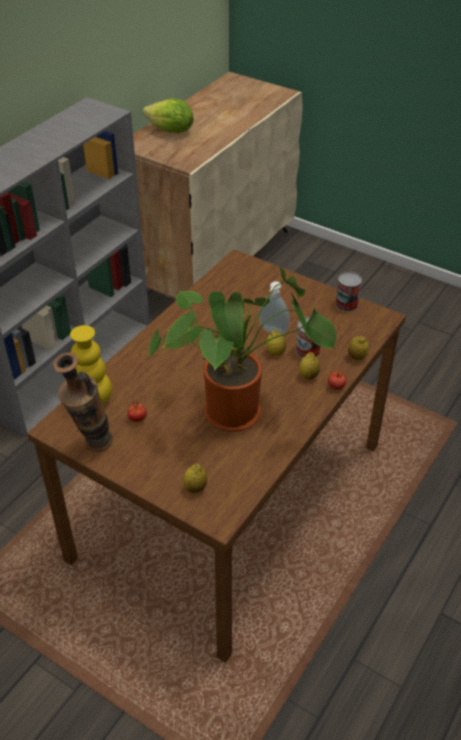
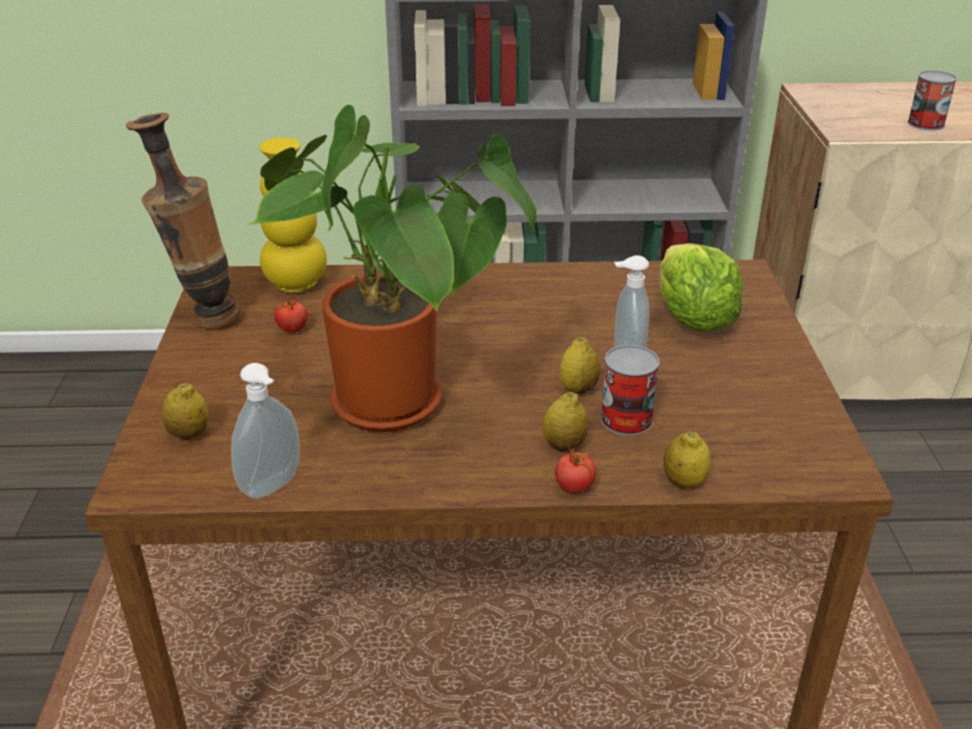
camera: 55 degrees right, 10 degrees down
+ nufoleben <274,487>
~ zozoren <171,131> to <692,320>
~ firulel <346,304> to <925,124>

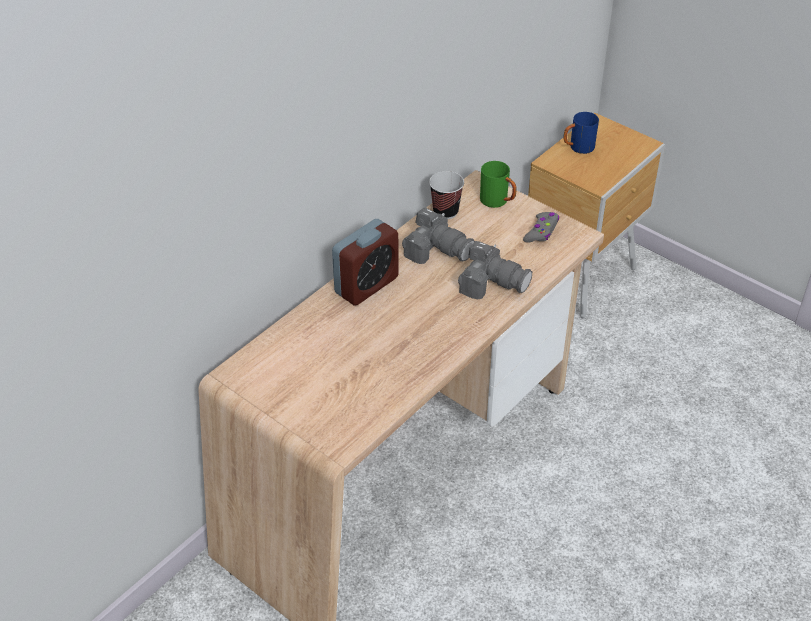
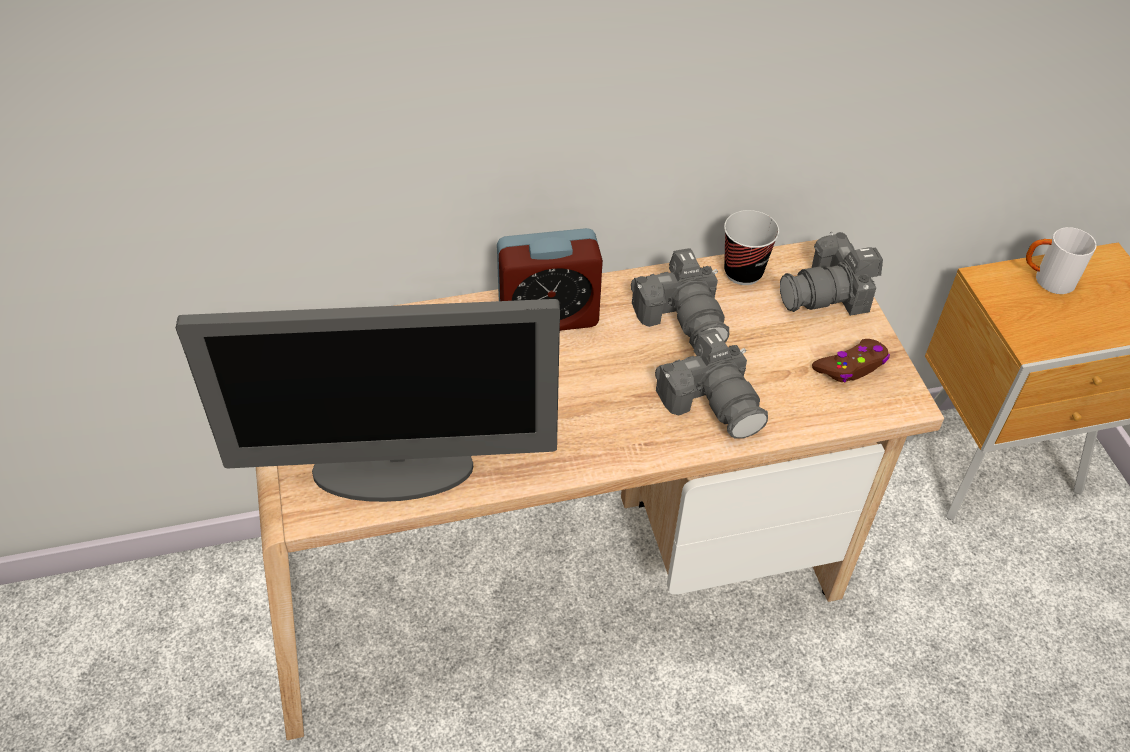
camera: 35 degrees right, 5 degrees up
+ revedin <395,470>
~ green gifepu <498,202> to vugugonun <828,294>
~ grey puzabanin <541,232> to brown puzabanin <851,367>
~ blue gifepu <577,148> to white gifepu <1046,280>

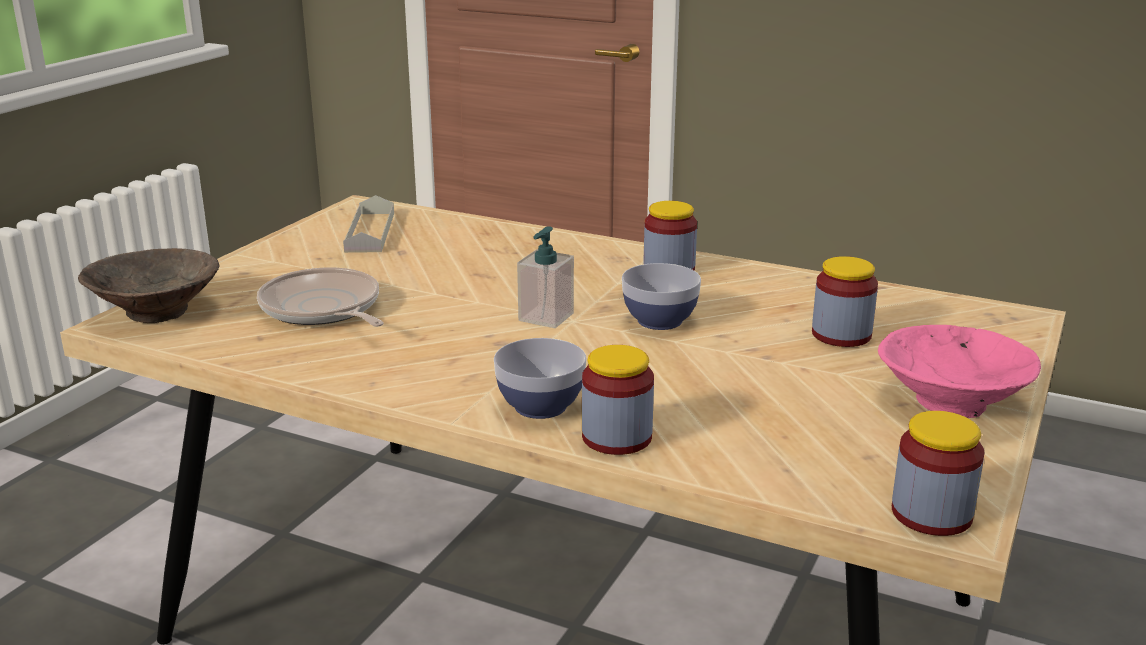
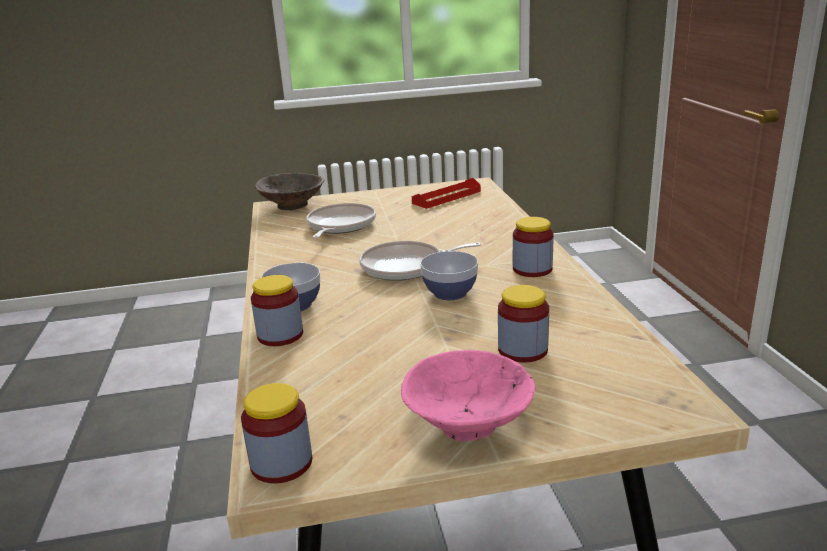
camera: 55 degrees right, 0 degrees up
~ nufoleben <546,317> to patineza <406,267>
~ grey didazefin <370,232> to red didazefin <446,197>

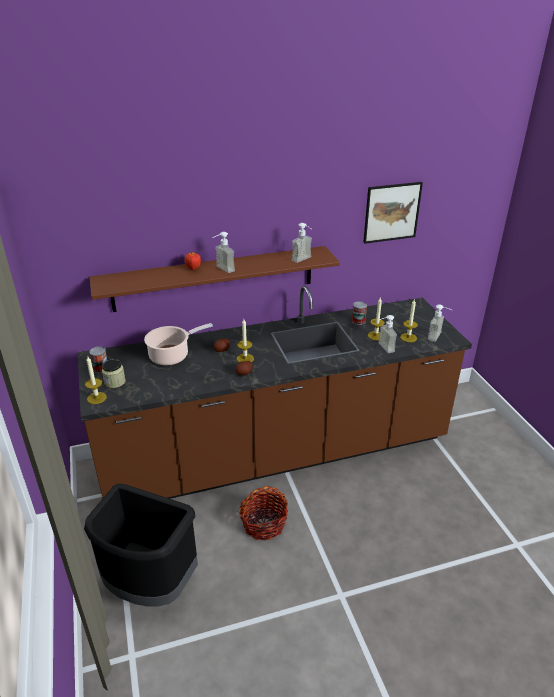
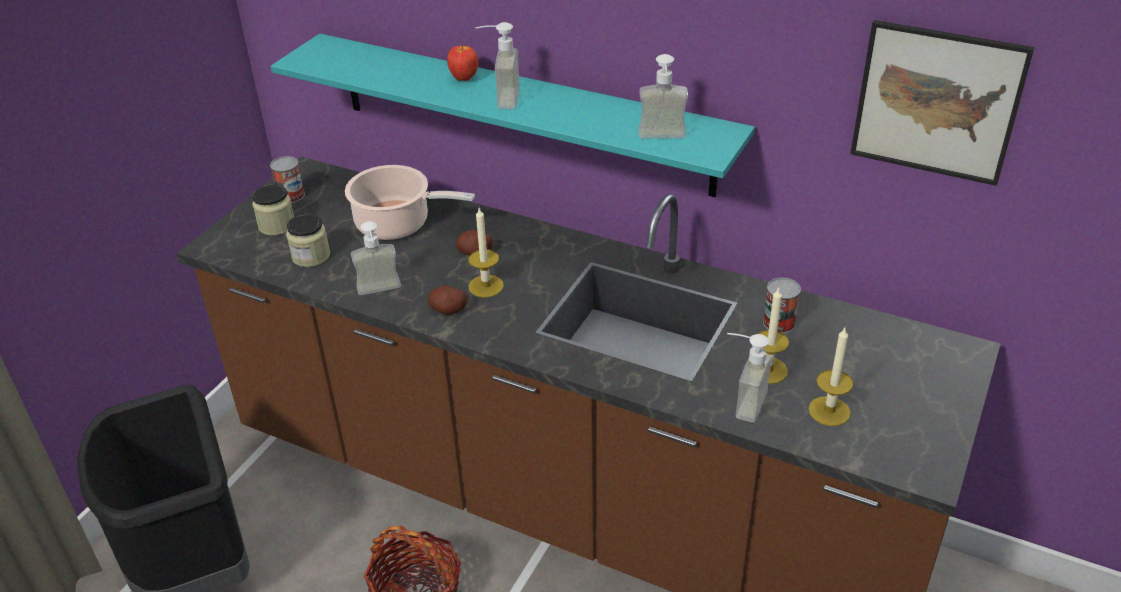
camera: 45 degrees right, 5 degrees up
- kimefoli <96,398>
+ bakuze <311,256>
~ nufoleben <438,337> to <380,292>
~ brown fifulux <214,278> to turquoise fifulux <521,113>

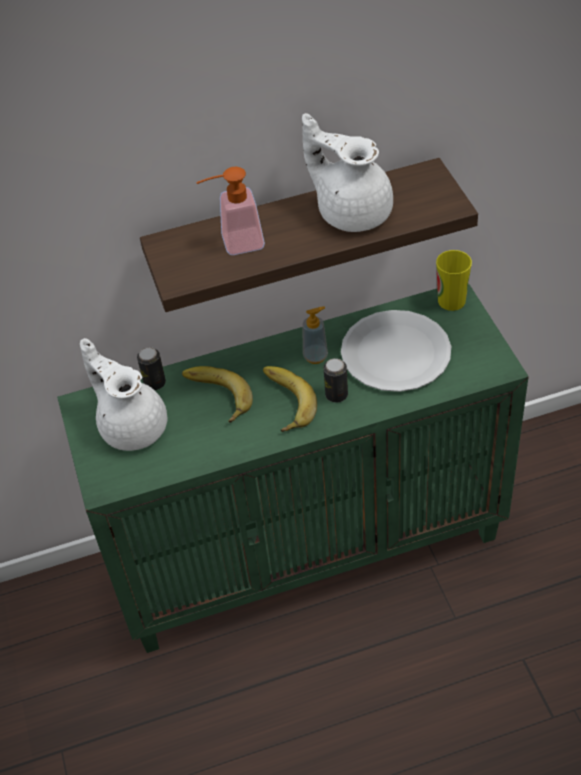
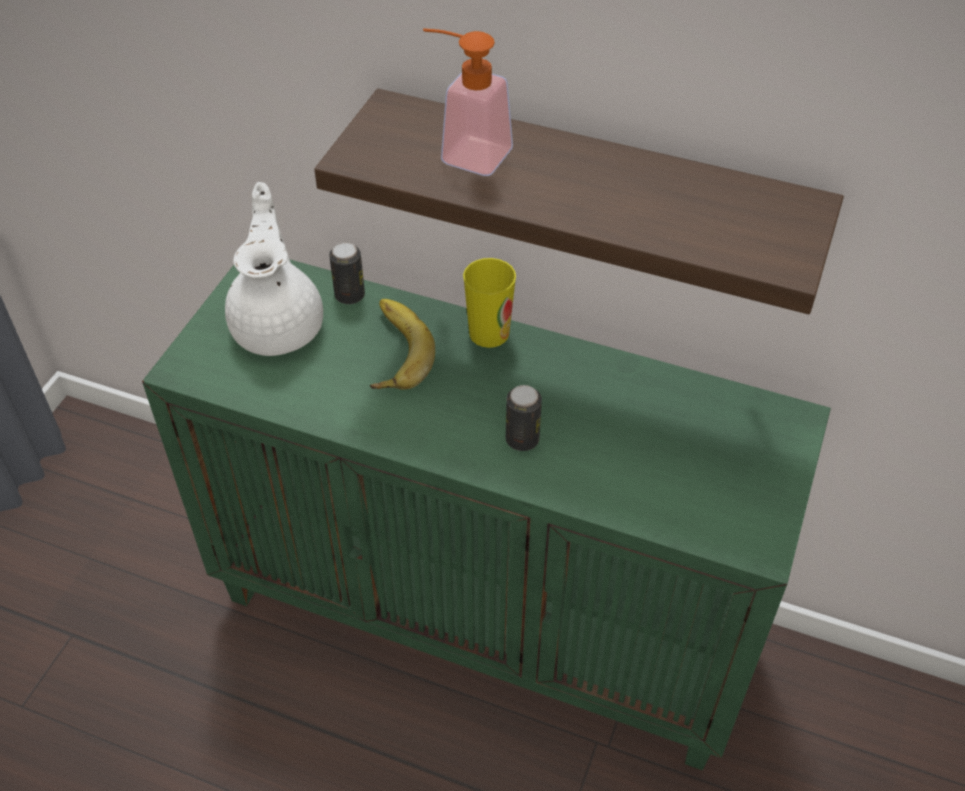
camera: 35 degrees right, 0 degrees up
- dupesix <283,402>
- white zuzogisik <352,211>
- nufoleben <315,356>
- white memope <396,353>
~ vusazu <451,301> to <489,333>

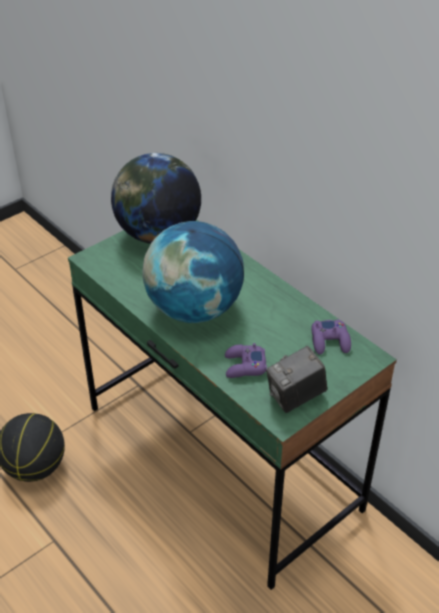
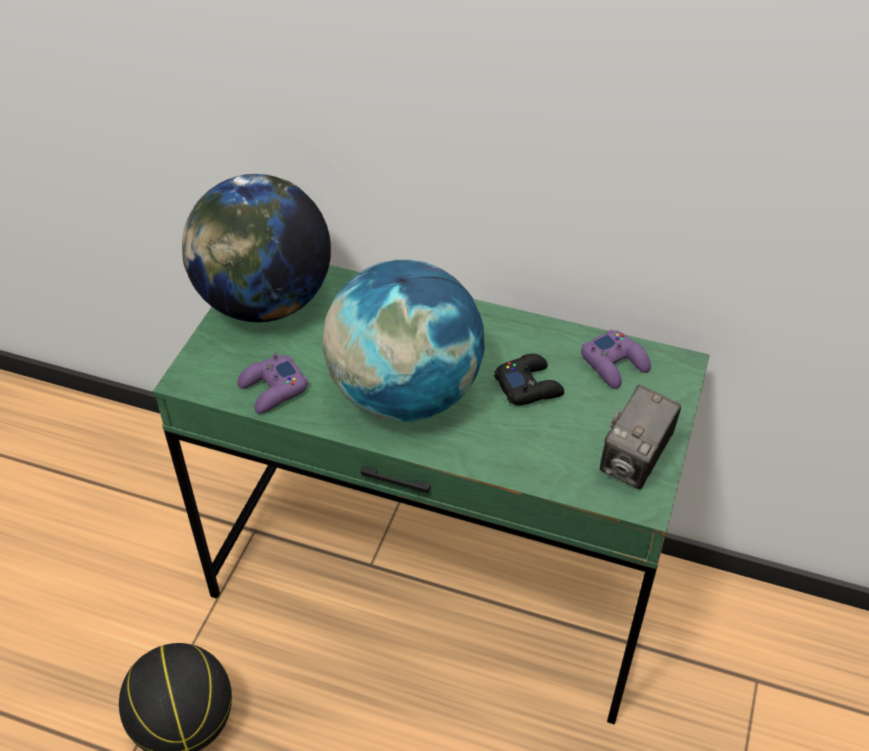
camera: 30 degrees left, 5 degrees up
+ black puzabanin <529,386>
~ purple puzabanin <244,366> to <273,389>

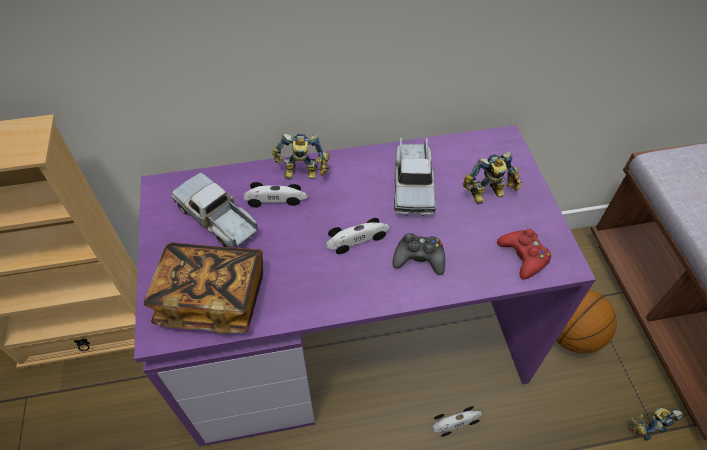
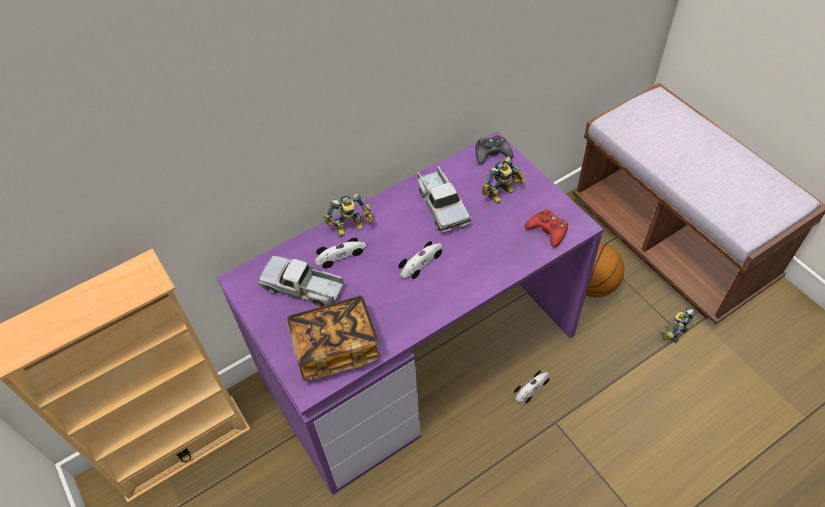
camera: 20 degrees left, 0 degrees up
~ black puzabanin <419,258> to <492,154>

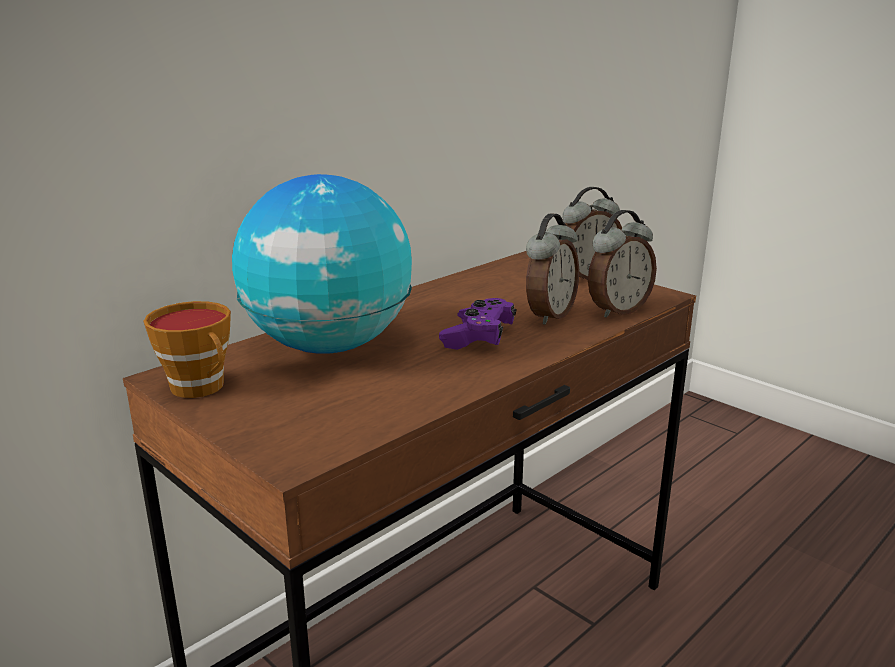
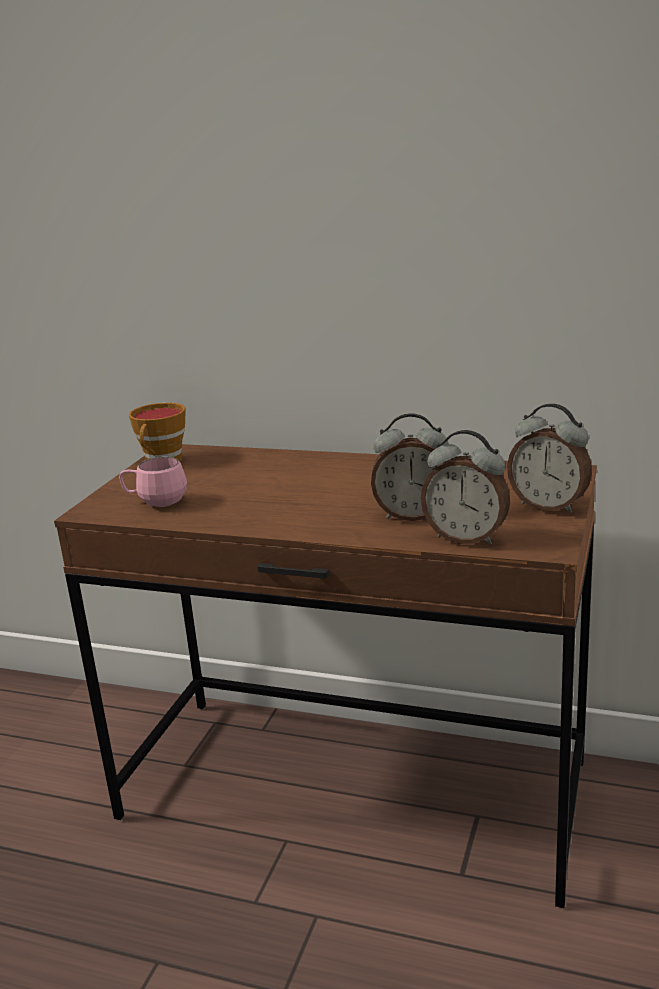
camera: 65 degrees right, 0 degrees up
- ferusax <329,346>
- purple puzabanin <478,338>
+ pink gifepu <155,502>

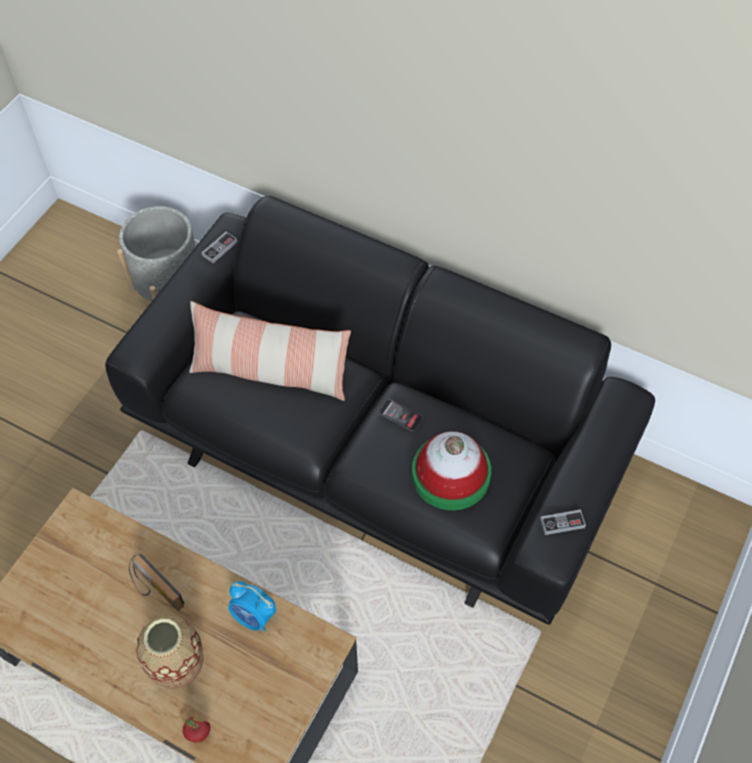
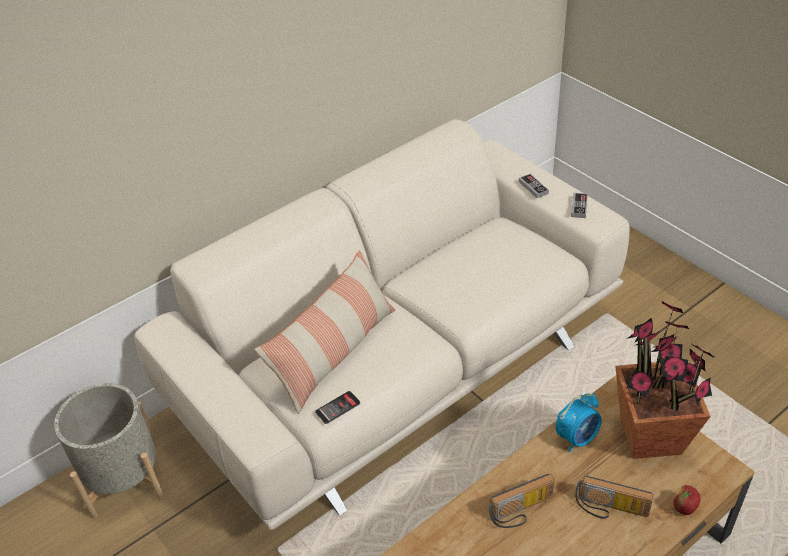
camera: 65 degrees left, 15 degrees down
- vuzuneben <450,474>
+ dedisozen <651,437>
~ puzabanin <219,248> to <533,187>
~ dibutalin <400,415> to <338,408>
~ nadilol <178,665> to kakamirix <610,509>
~ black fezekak <378,449> to beige fezekak <400,364>

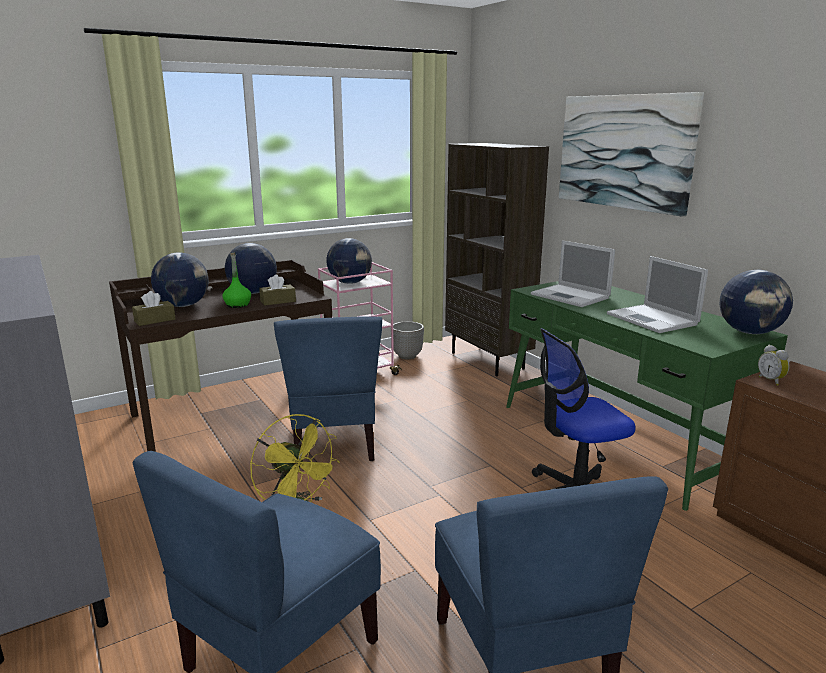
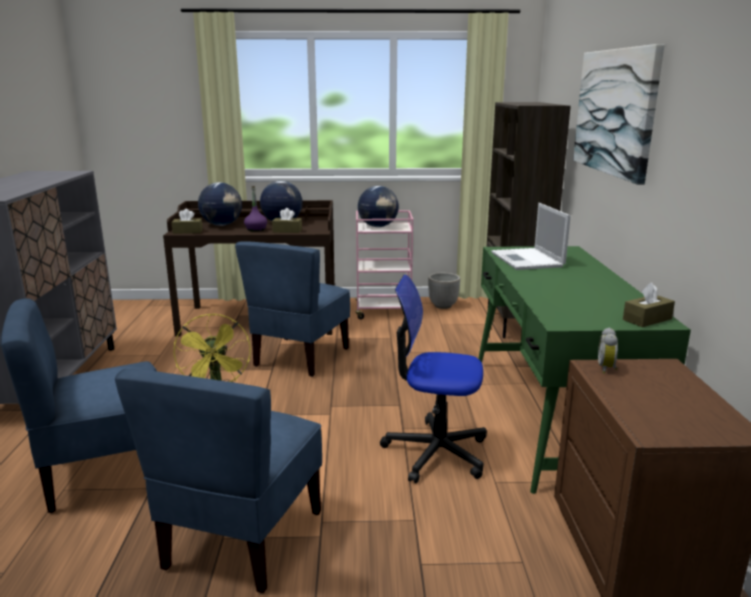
camera: 30 degrees right, 0 degrees up
- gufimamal <653,319>
~ ferusax <749,332> to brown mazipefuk <647,319>
~ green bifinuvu <237,305> to purple bifinuvu <256,229>

